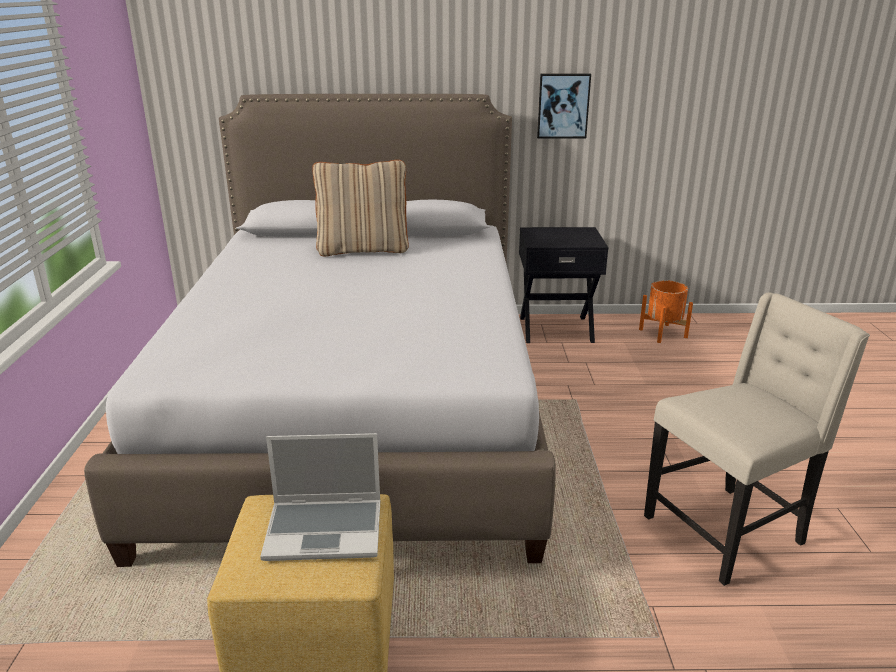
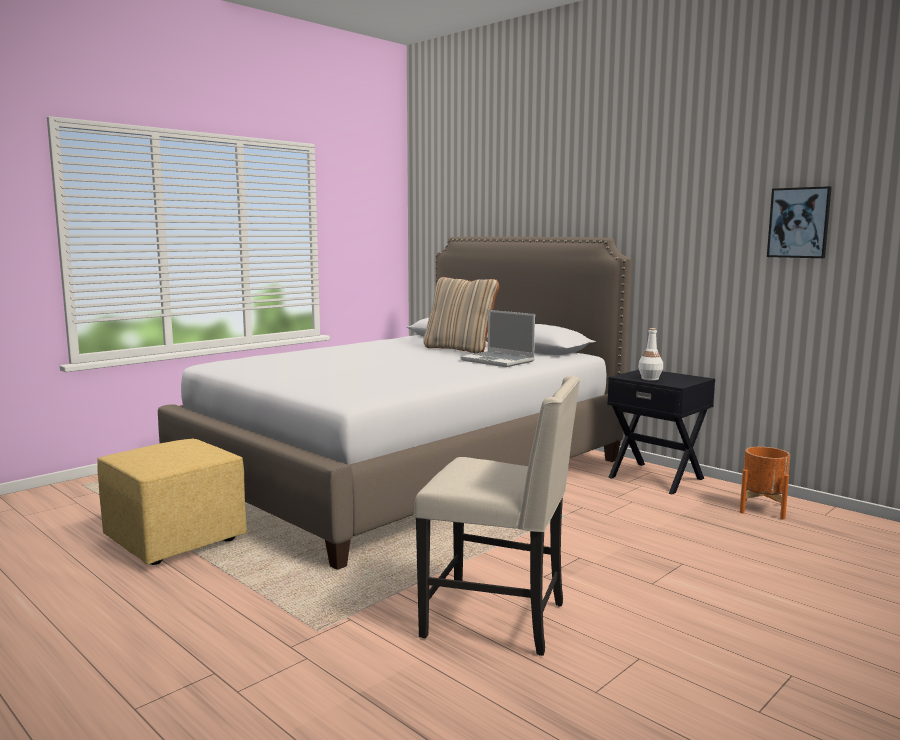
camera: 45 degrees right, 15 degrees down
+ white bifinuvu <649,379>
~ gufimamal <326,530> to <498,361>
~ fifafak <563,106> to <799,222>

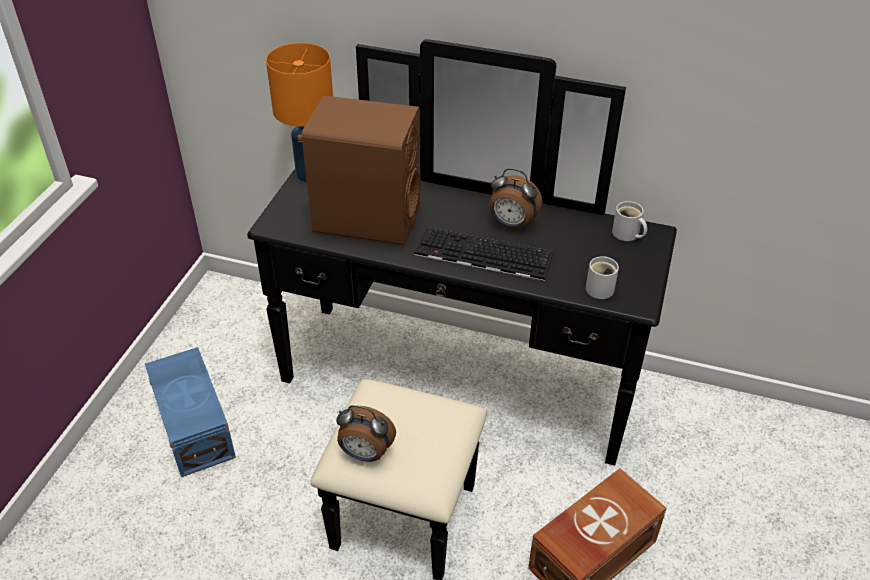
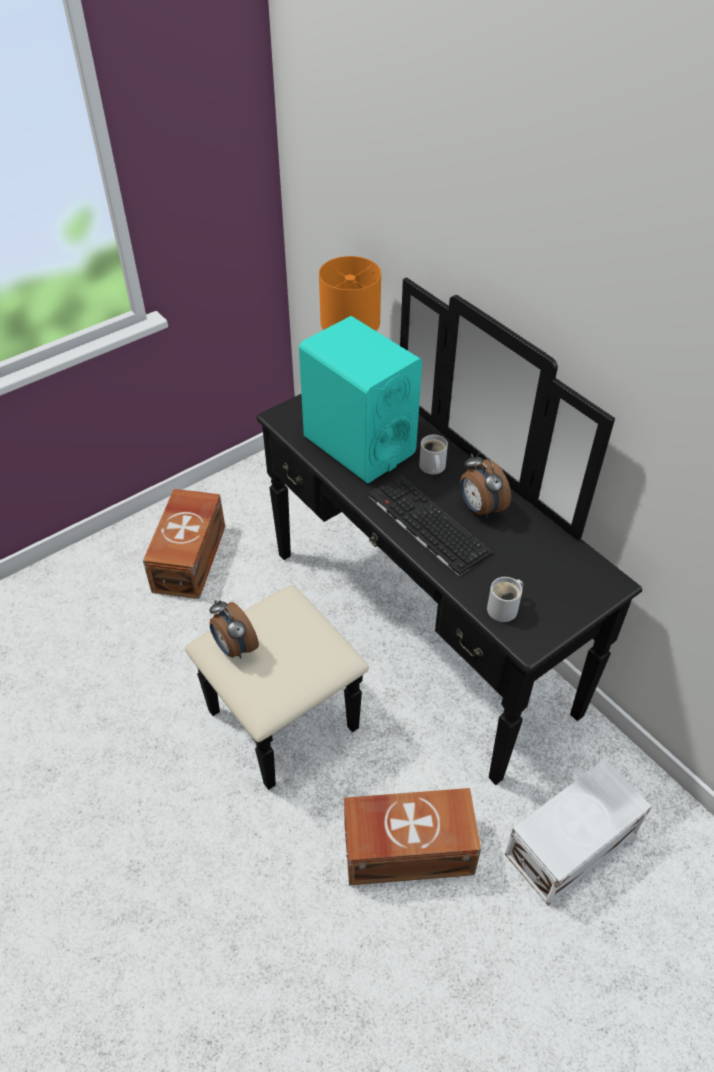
camera: 35 degrees right, 5 degrees up
+ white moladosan <574,844>
~ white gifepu <627,234> to <431,467>
~ blue moladosan <195,425> to brown moladosan <191,557>
~ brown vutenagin <366,219> to turquoise vutenagin <358,445>

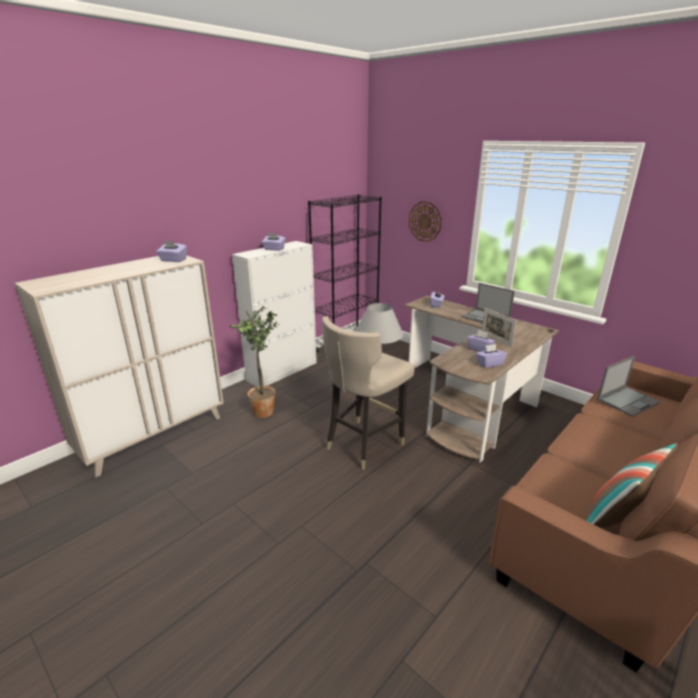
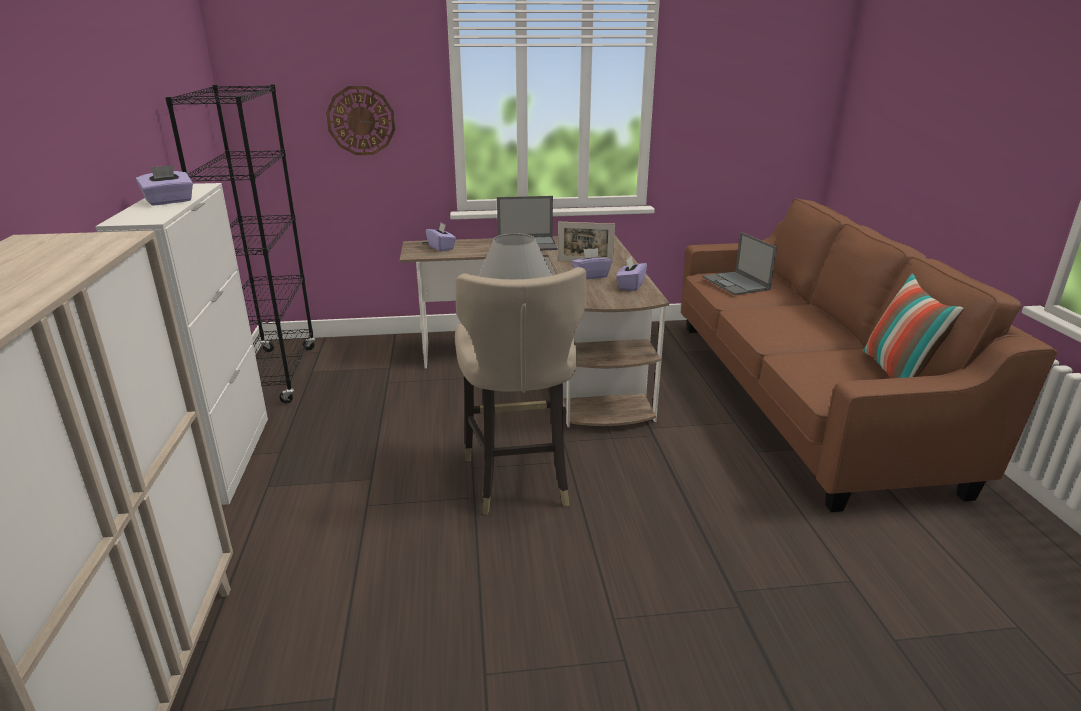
camera: 50 degrees left, 0 degrees up
- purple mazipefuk <173,260>
- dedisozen <263,410>
~ gufimamal <628,401> = <736,283> 150 degrees clockwise

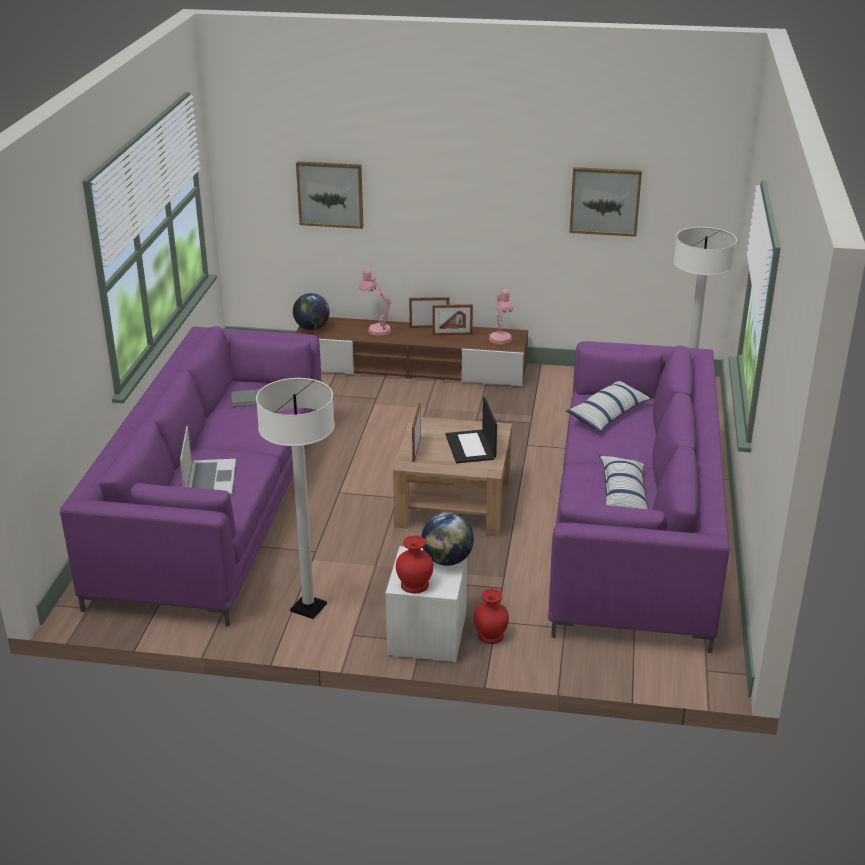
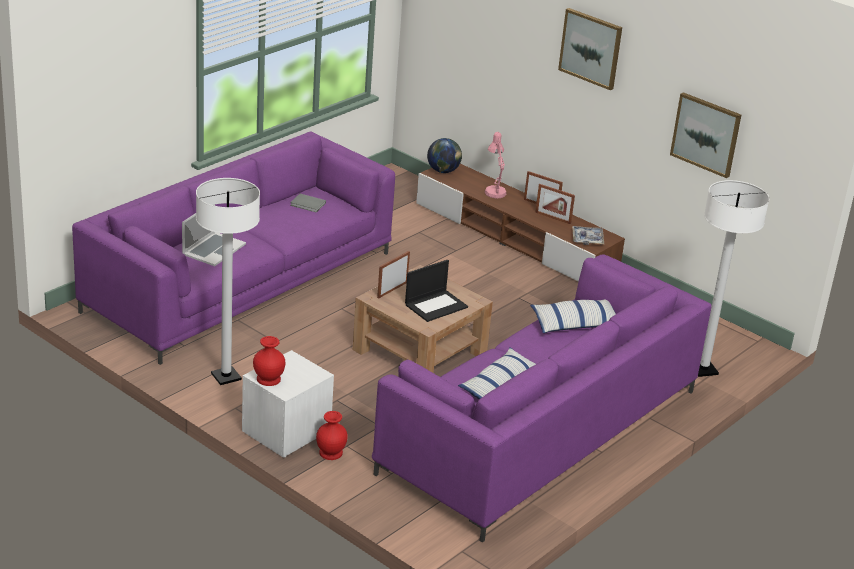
camera: 30 degrees right, 0 degrees up
- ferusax <447,560>
~ fifafak <330,194> to <591,48>
~ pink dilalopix <501,342> to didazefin <587,239>
~ gufimamal <471,447> = <436,305> 150 degrees counterclockwise

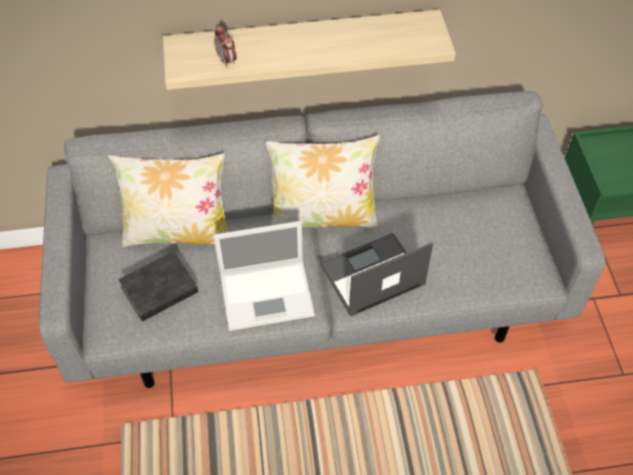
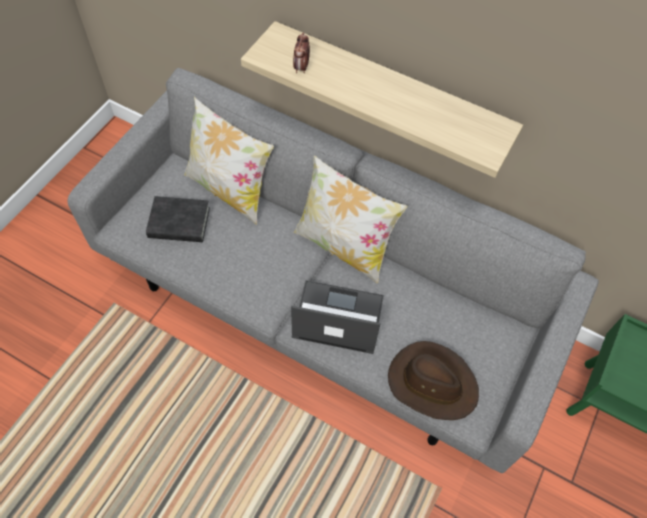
camera: 35 degrees right, 5 degrees up
- gufimamal <268,294>
+ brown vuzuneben <432,383>

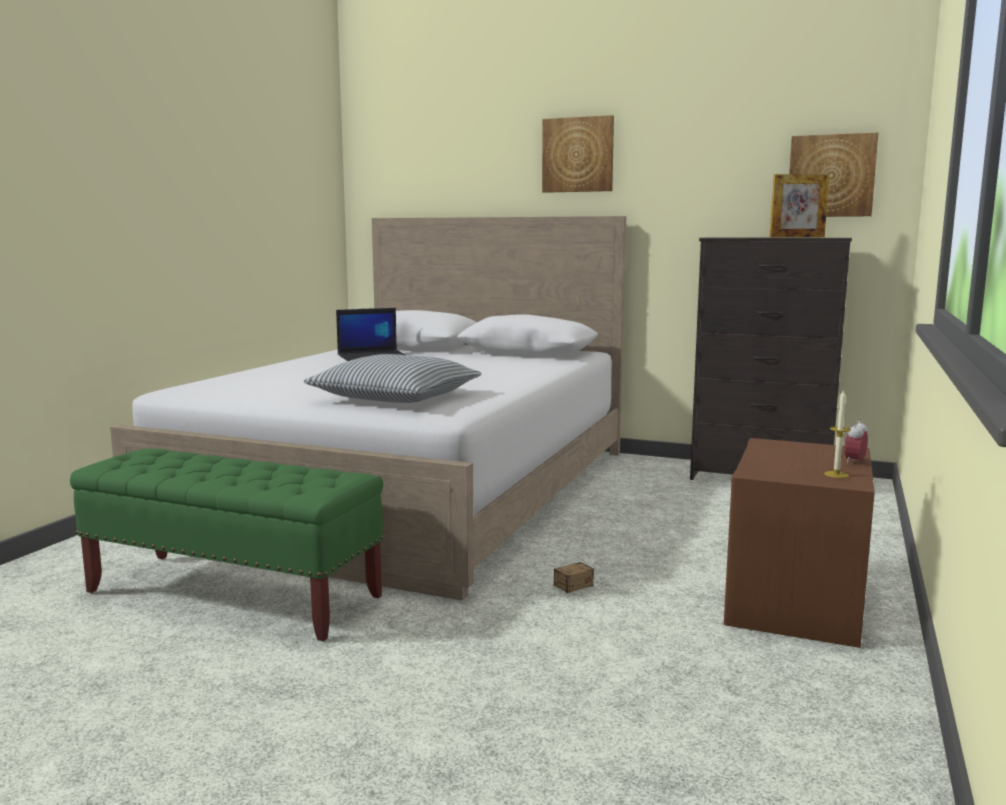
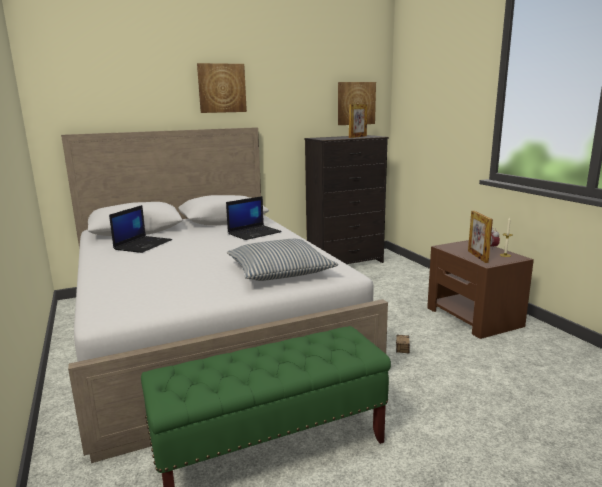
camera: 45 degrees left, 5 degrees up
+ gufimamal <254,233>
+ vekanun <477,256>

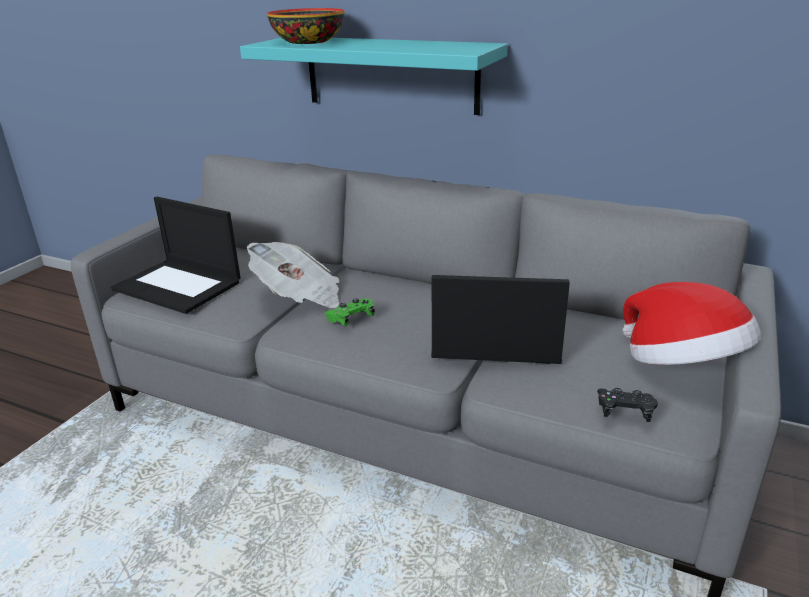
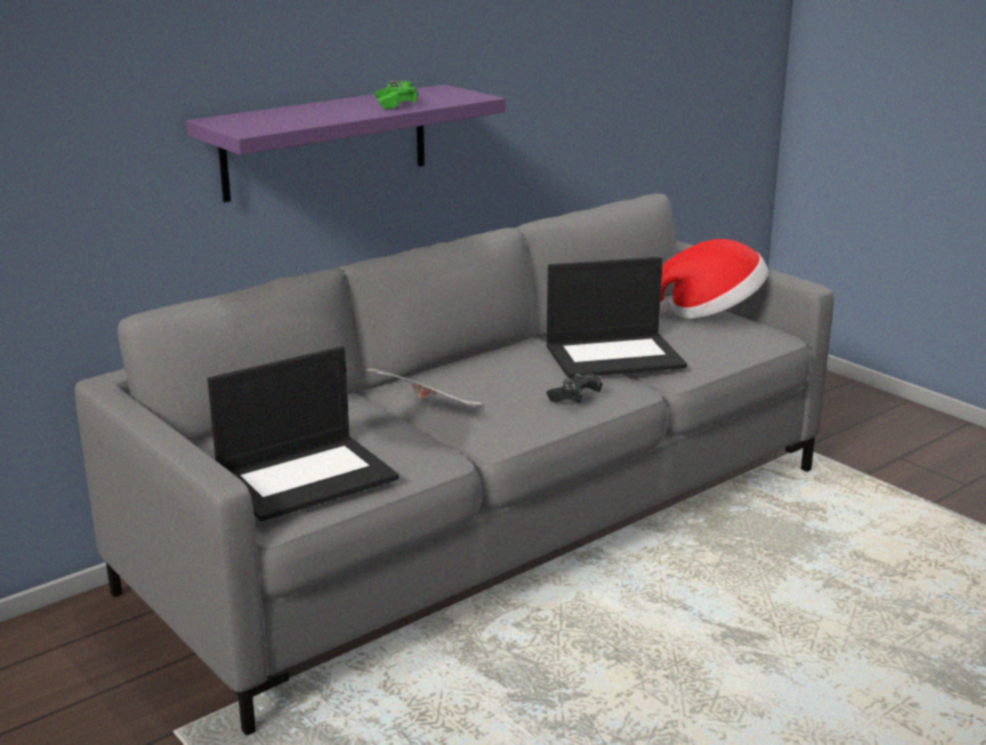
camera: 65 degrees left, 5 degrees down
- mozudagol <307,42>
~ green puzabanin <351,319> to <396,104>
~ black puzabanin <624,412> to <574,397>
~ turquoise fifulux <391,74> to purple fifulux <326,142>
~ gufimamal <494,340> = <615,356> 135 degrees counterclockwise

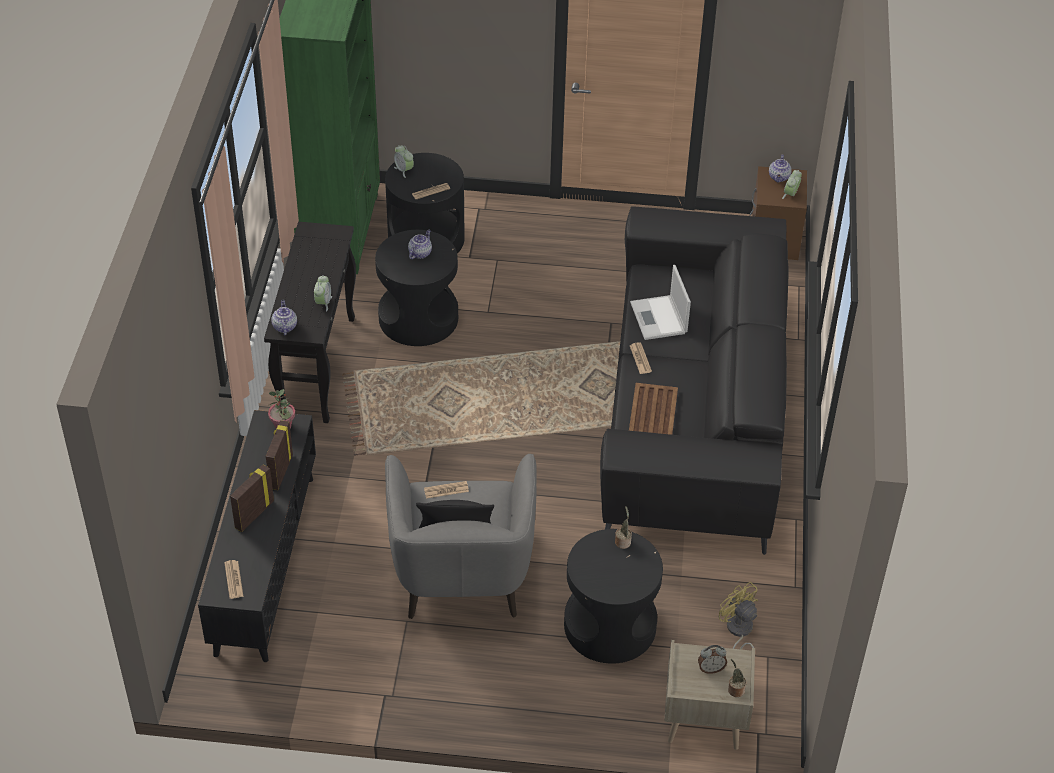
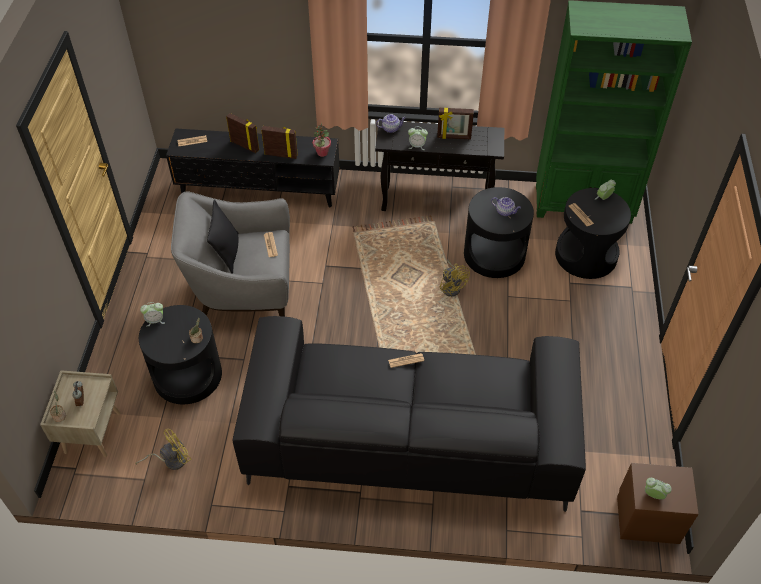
camera: 90 degrees right, 5 degrees up
- brown didazefin <653,414>
- gufimamal <659,319>
- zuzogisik <779,177>
+ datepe <155,320>
+ vekanun <454,137>
+ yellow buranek <452,286>

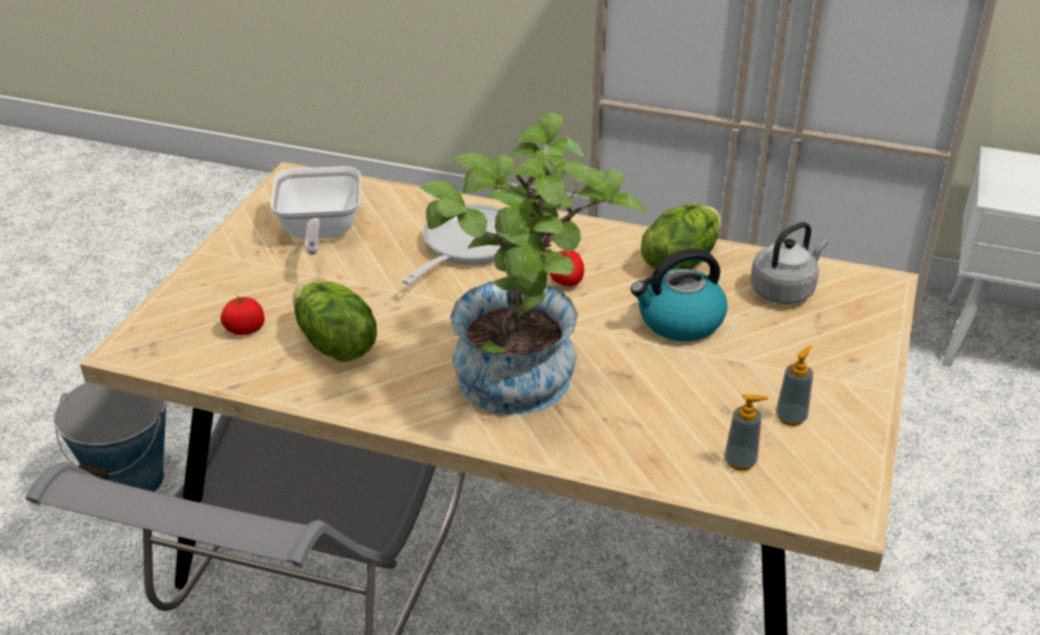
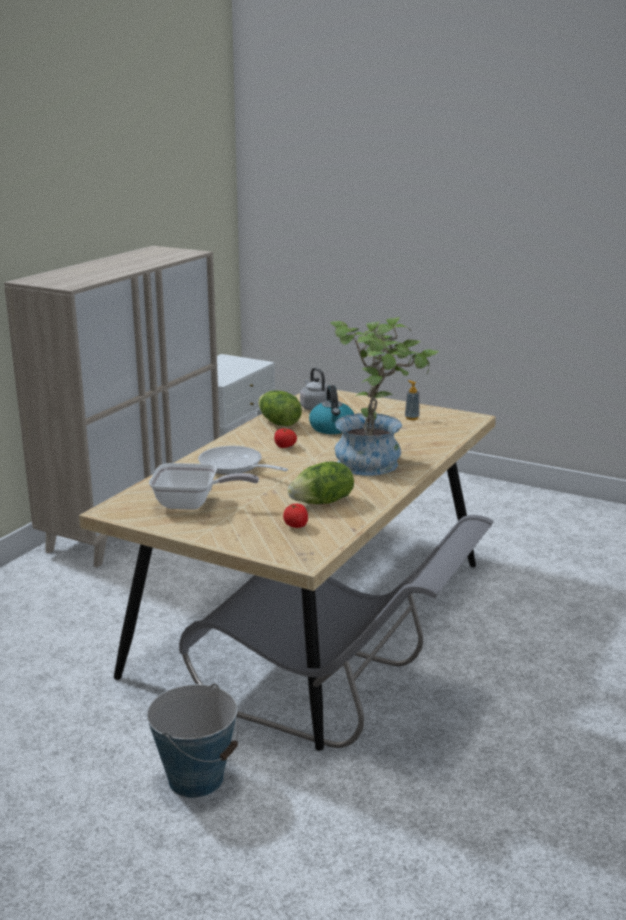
camera: 80 degrees left, 15 degrees down
- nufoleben <740,461>

